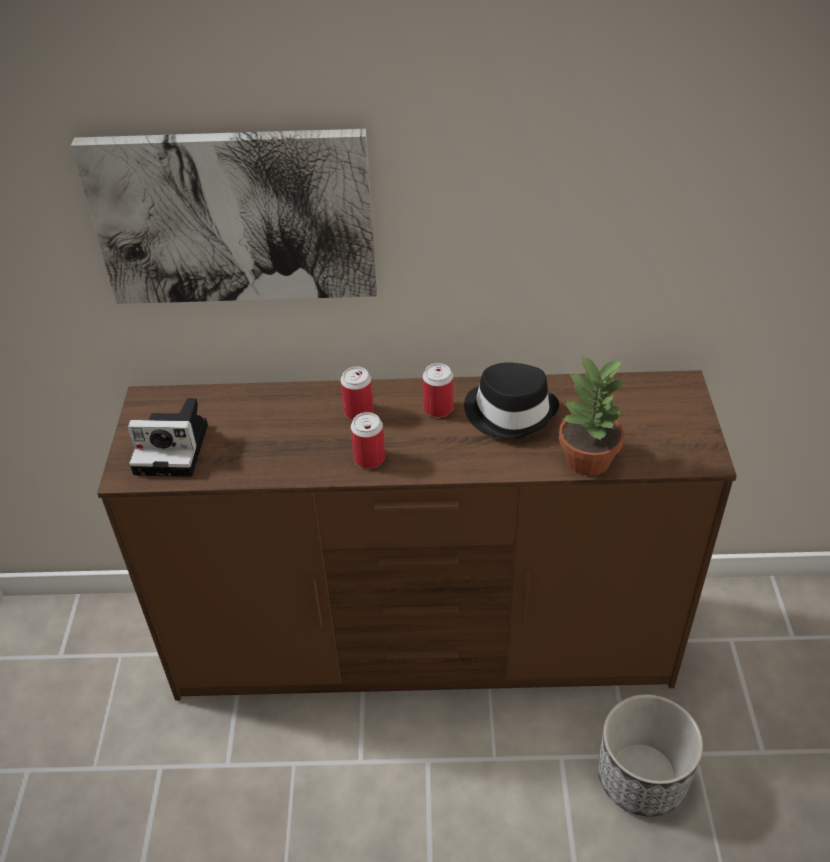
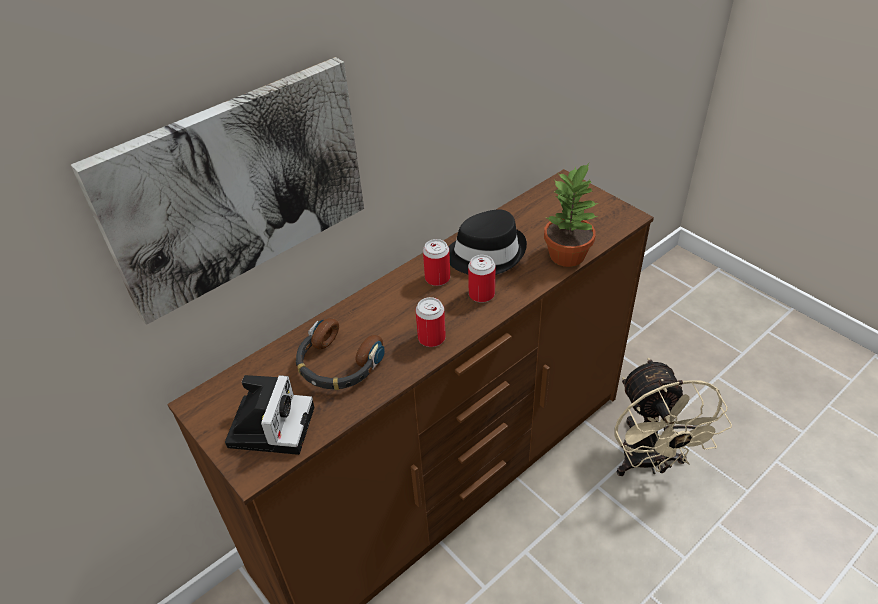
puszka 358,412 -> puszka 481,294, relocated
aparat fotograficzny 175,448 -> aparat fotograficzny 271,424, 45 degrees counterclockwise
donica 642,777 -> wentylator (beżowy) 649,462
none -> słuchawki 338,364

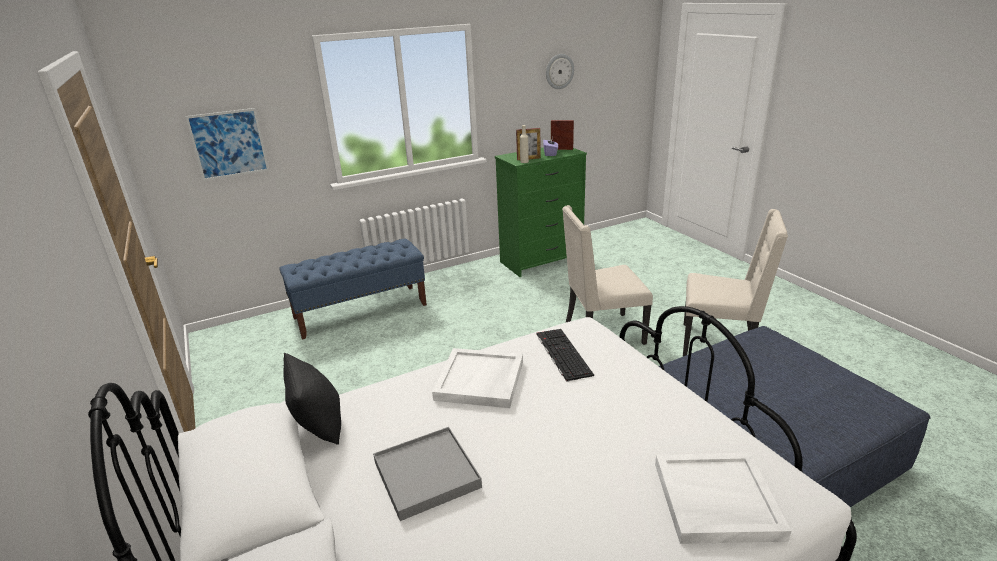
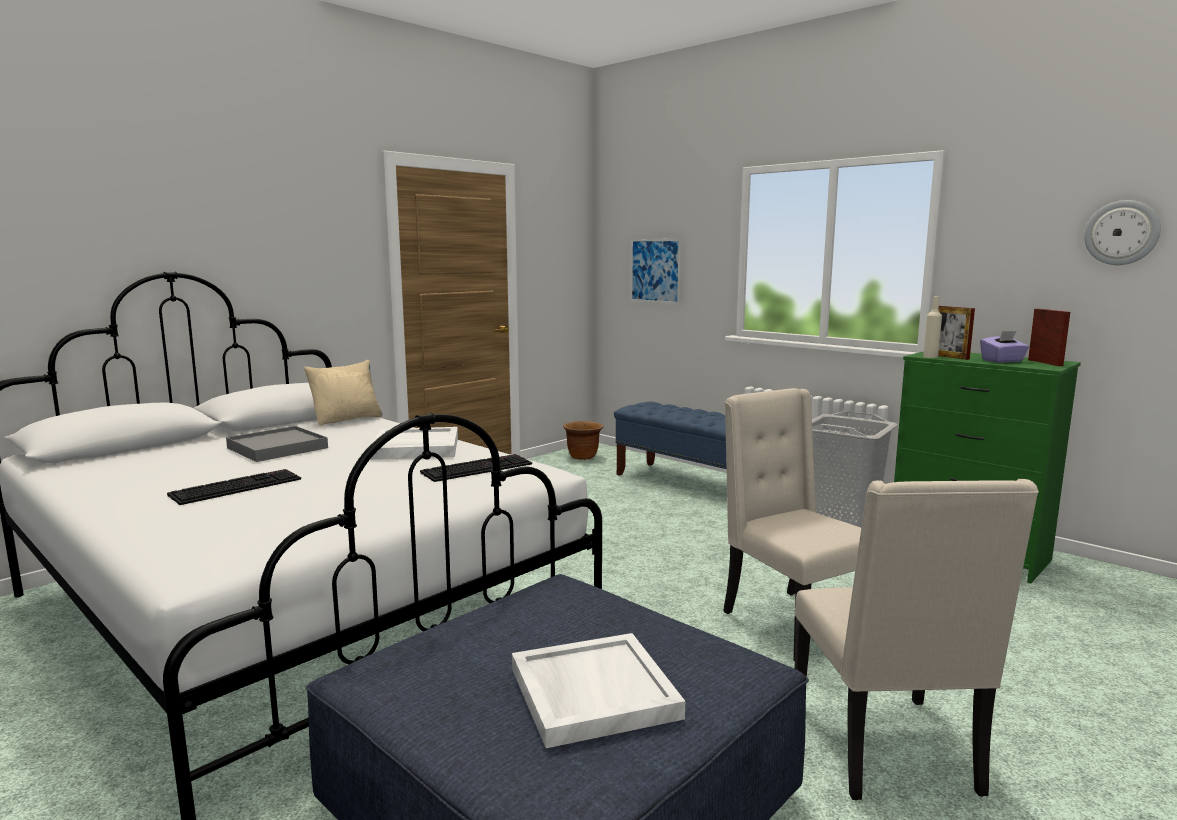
poduszka (czarny) 319,424 -> poduszka (beżowy) 347,419
taca (biały) 715,501 -> taca (biały) 591,692, relocated
none -> kosz na pranie (szary) 842,518
none -> donica (brązowy) 583,456
none -> klawiatura 237,486

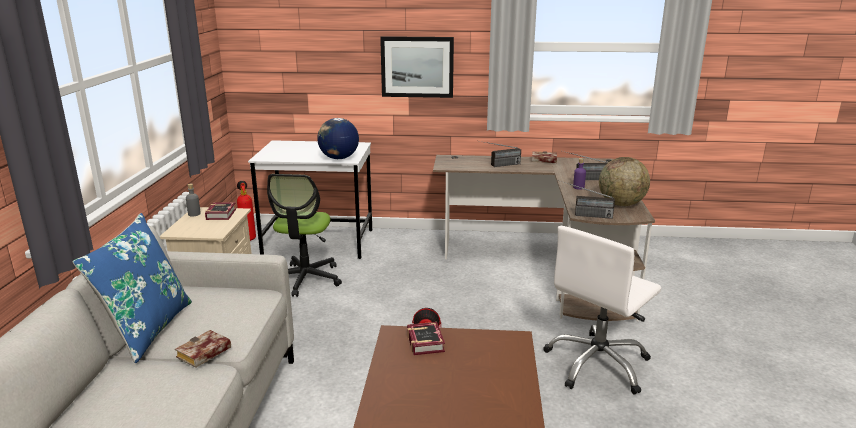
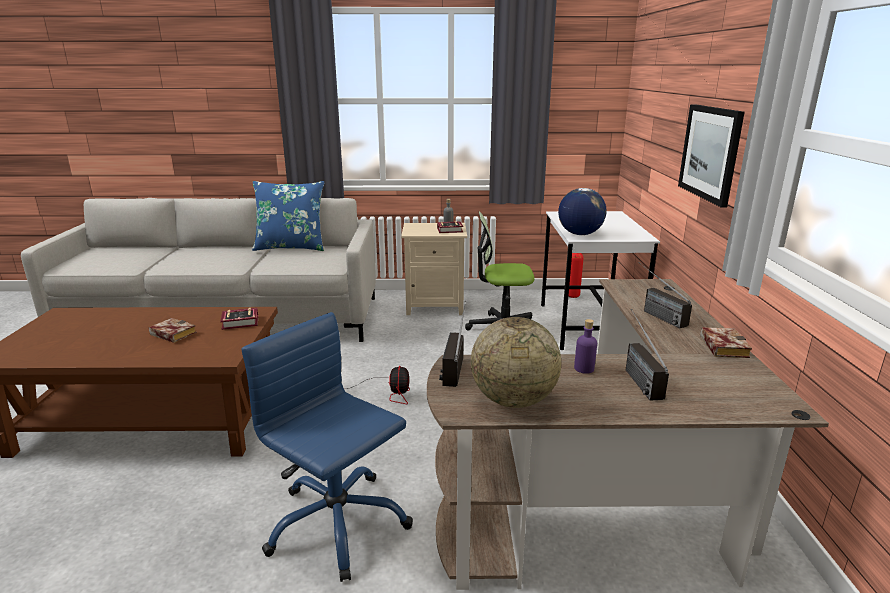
krzesło biurowe (biały) 597,364 -> krzesło biurowe (niebieski) 337,523
książka 203,354 -> książka 171,334, relocated

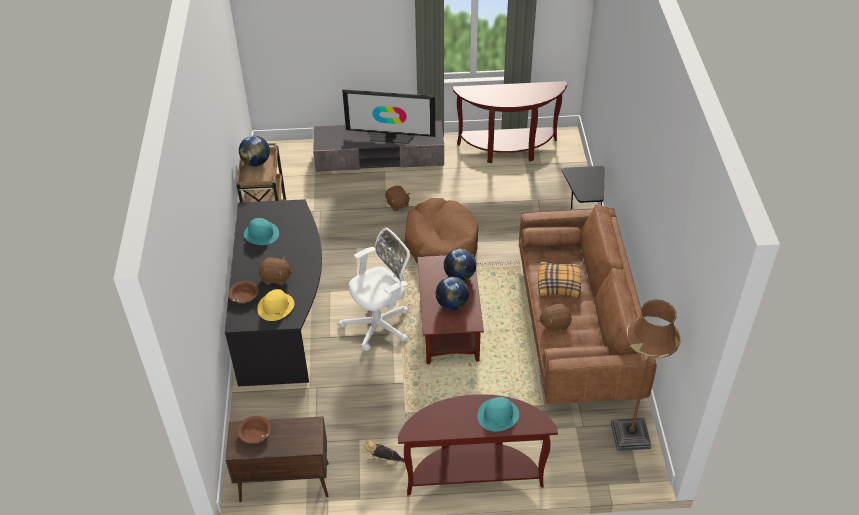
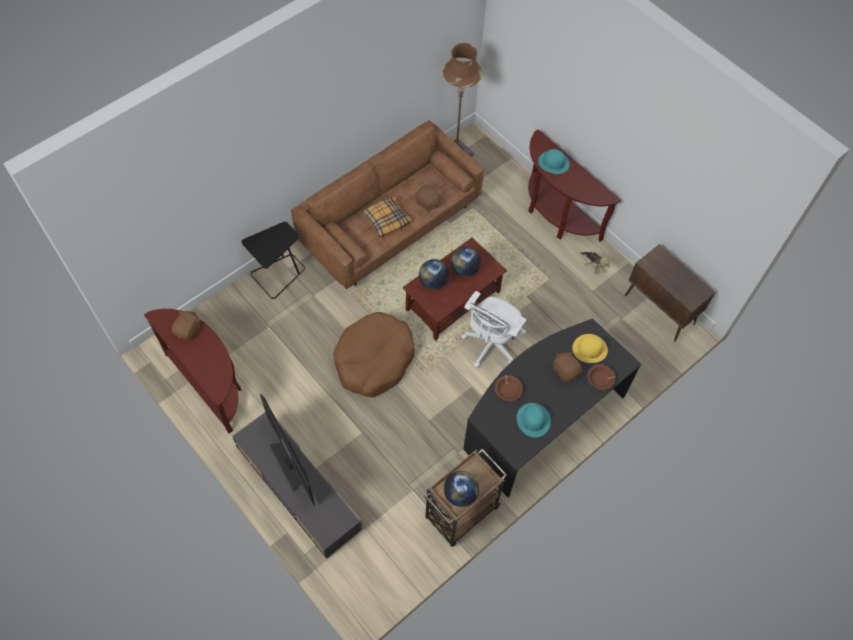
pluszak (brązowy) 397,204 -> pluszak (brązowy) 188,330, relocated
krzesło biurowe (biały) 380,324 -> krzesło biurowe (biały) 491,345, 75 degrees counterclockwise
miska (brązowy) 255,433 -> miska (brązowy) 508,390, relocated

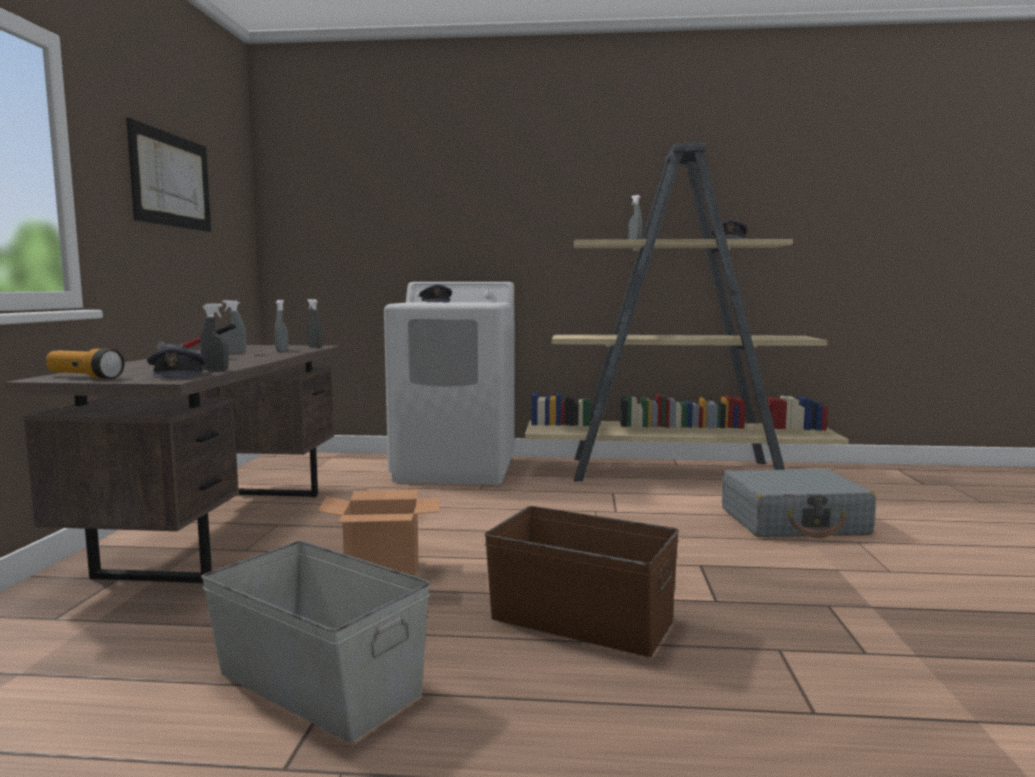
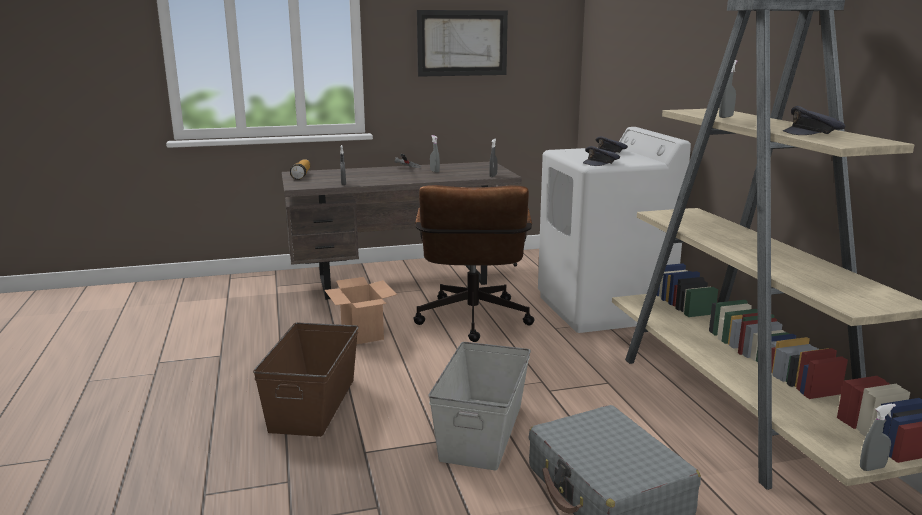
spryskiwacz (szary) 282,351 -> spryskiwacz (szary) 872,468, relocated
czapka z daszkiem (szary) 178,374 -> czapka z daszkiem (szary) 601,163, relocated
pojemnik do przechowywania (szary) 318,684 -> pojemnik do przechowywania (szary) 481,432, relocated
none -> krzesło biurowe (brązowy) 472,322

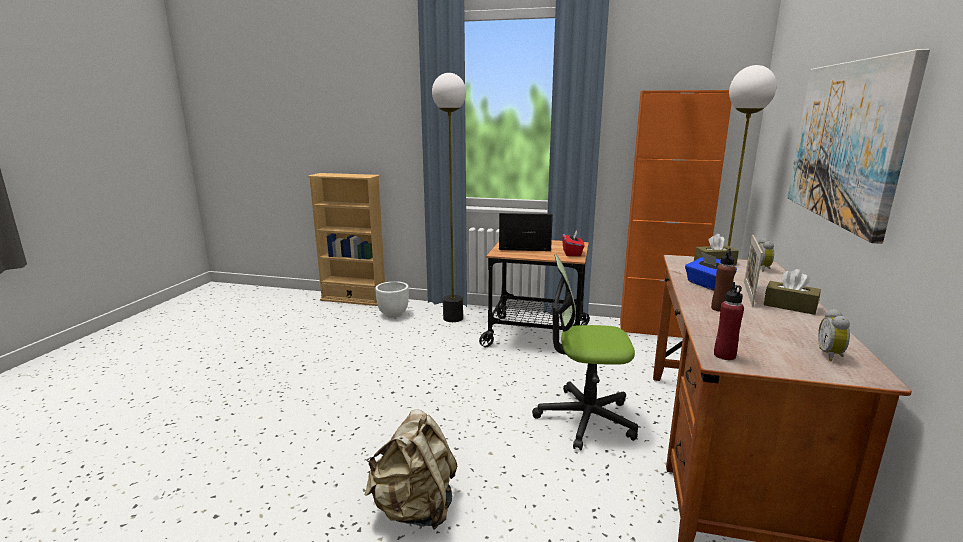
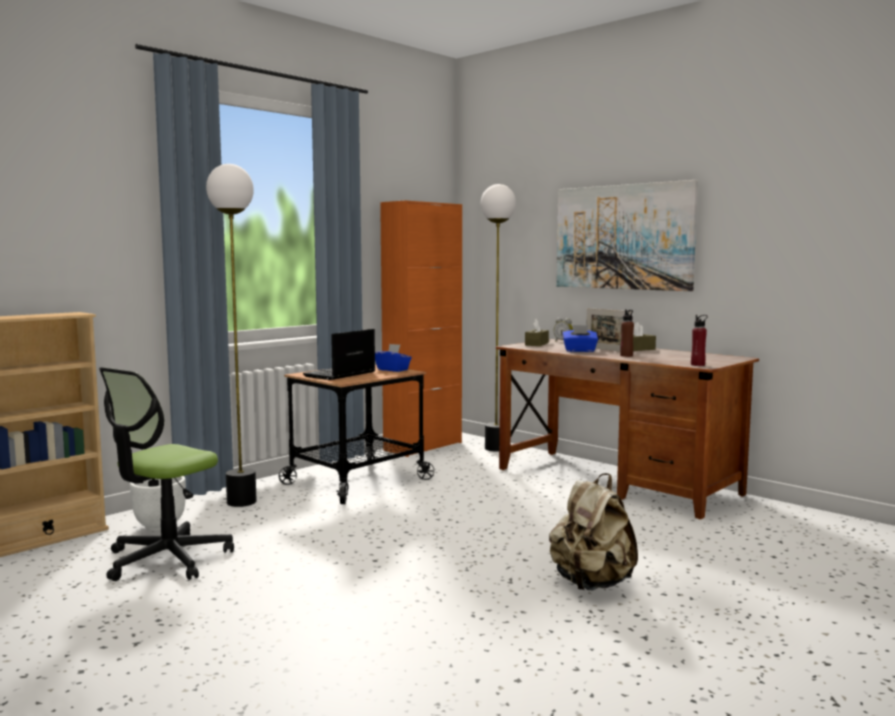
pudełko chusteczek (czerwony) 572,253 -> pudełko chusteczek (niebieski) 393,370
krzesło biurowe 585,418 -> krzesło biurowe 167,559, relocated
budzik 831,355 -> none

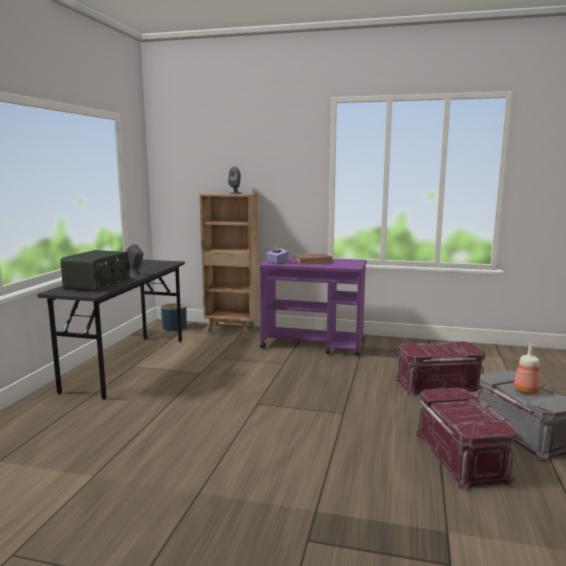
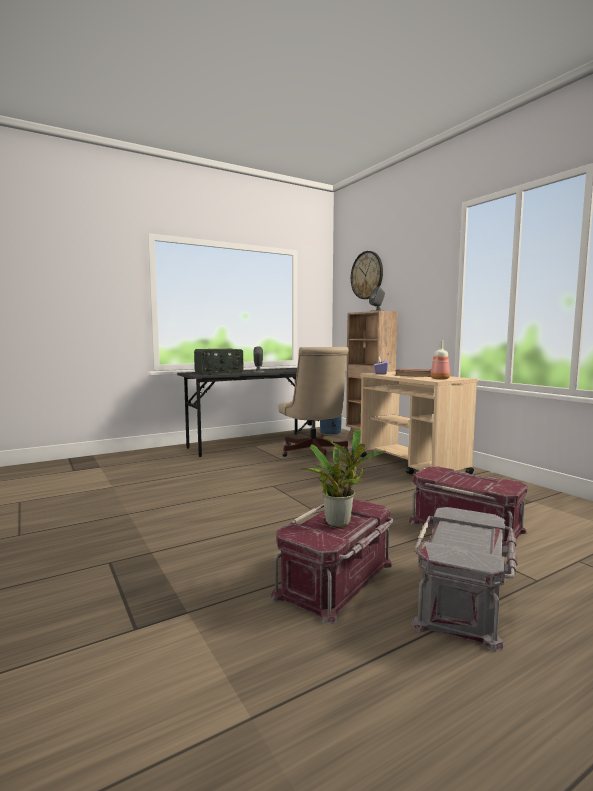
wózek (fioletowy) 313,344 -> wózek (beżowy) 413,465
butelka 525,390 -> butelka 440,379, relocated
none -> zegar ścienny 367,275
none -> krzesło biurowe (beżowy) 313,453
none -> roślina doniczkowa 340,522

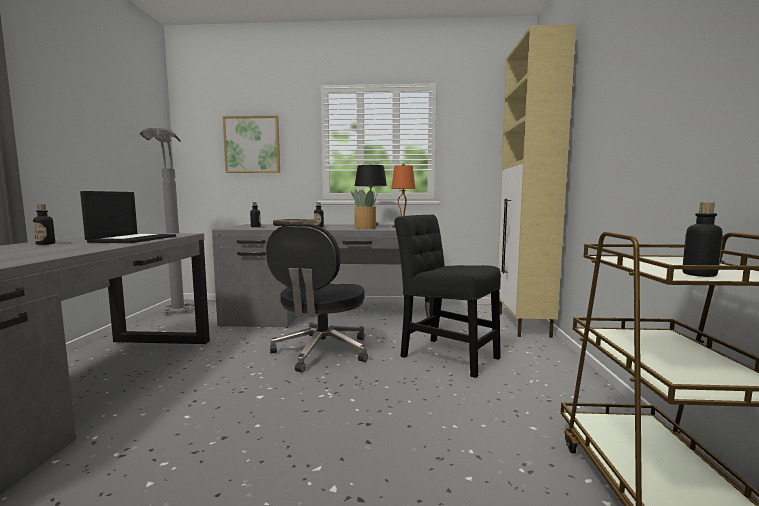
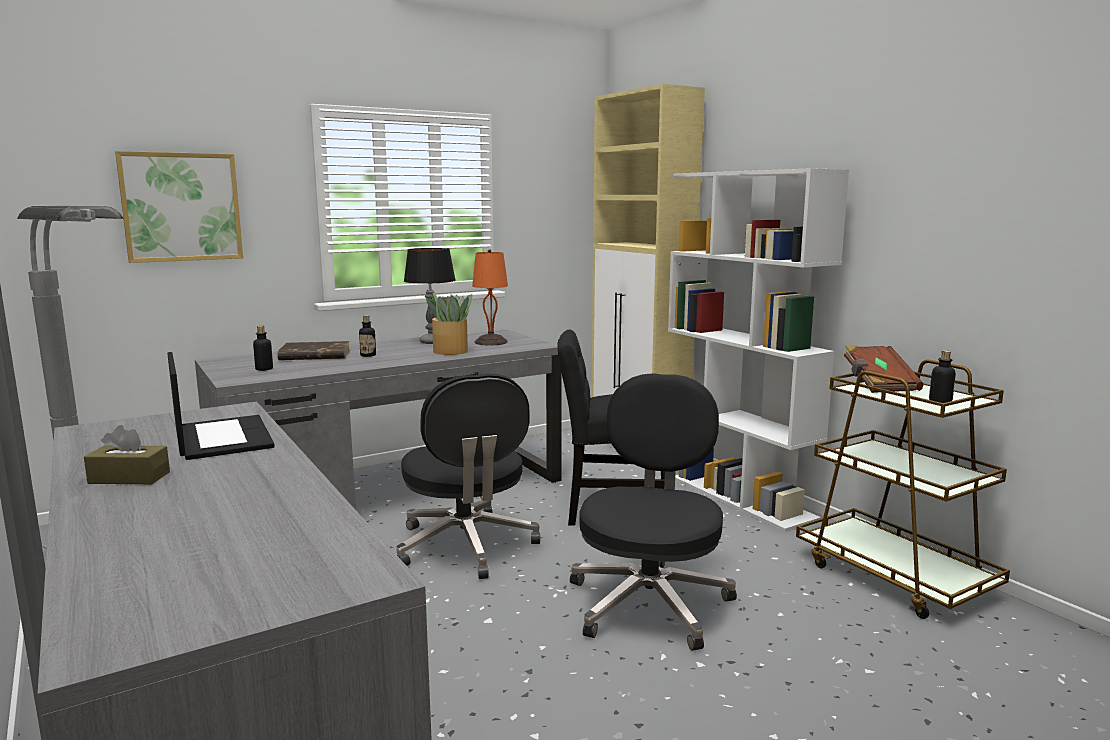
butelka 45,244 -> pudełko chusteczek (brązowy) 129,478
none -> regał (biały) 737,496
none -> książka (brązowy) 878,384
none -> krzesło biurowe (czarny) 649,602

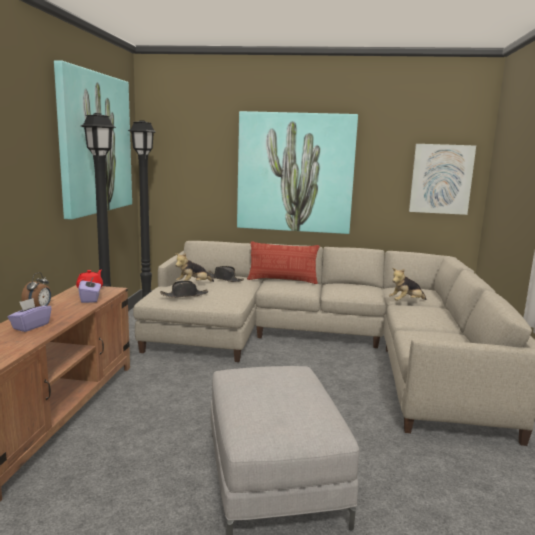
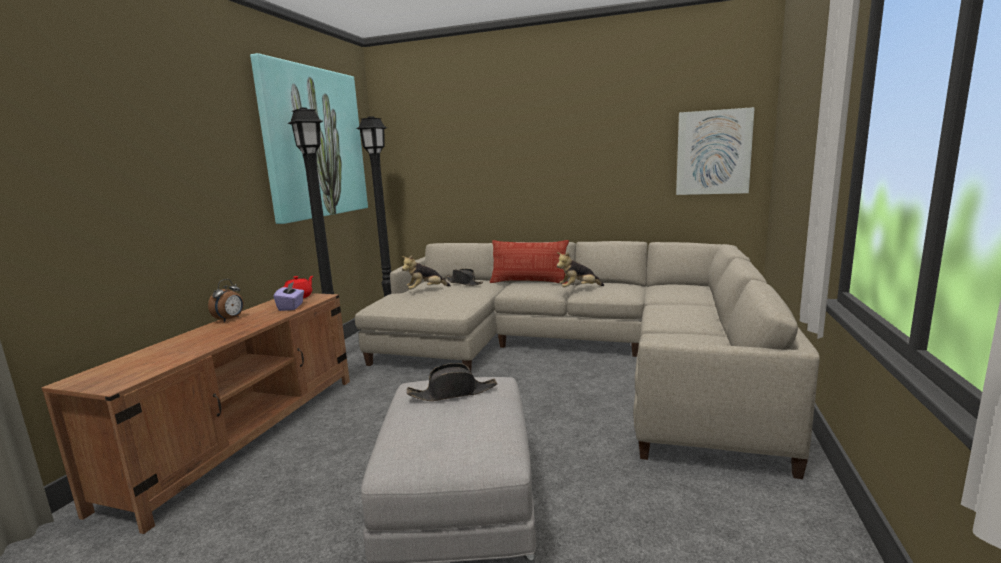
obraz 295,173 -> none
pluszak 406,302 -> pluszak 578,289, relocated
kapelusz (czarny) 184,295 -> kapelusz (czarny) 453,393, relocated
pudełko chusteczek (fioletowy) 30,326 -> none

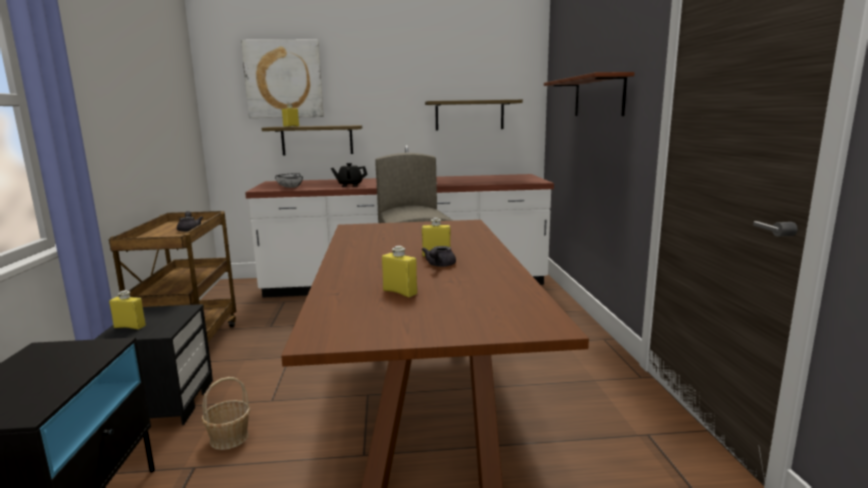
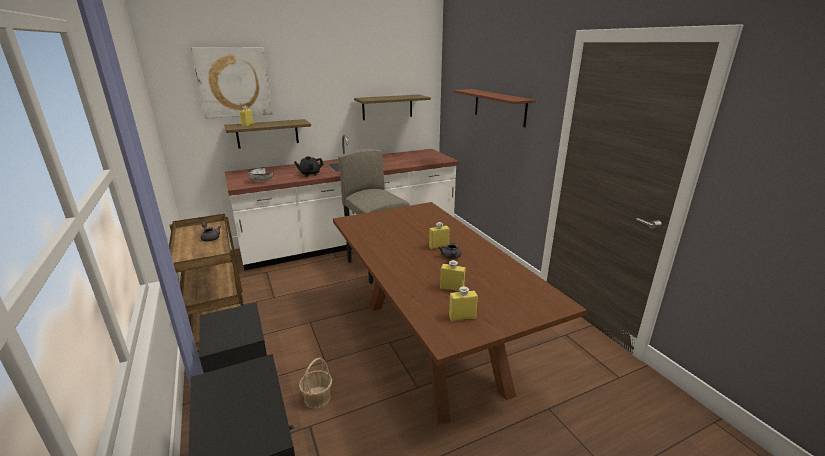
butelka (żółty) 130,327 -> butelka (żółty) 462,317, relocated

